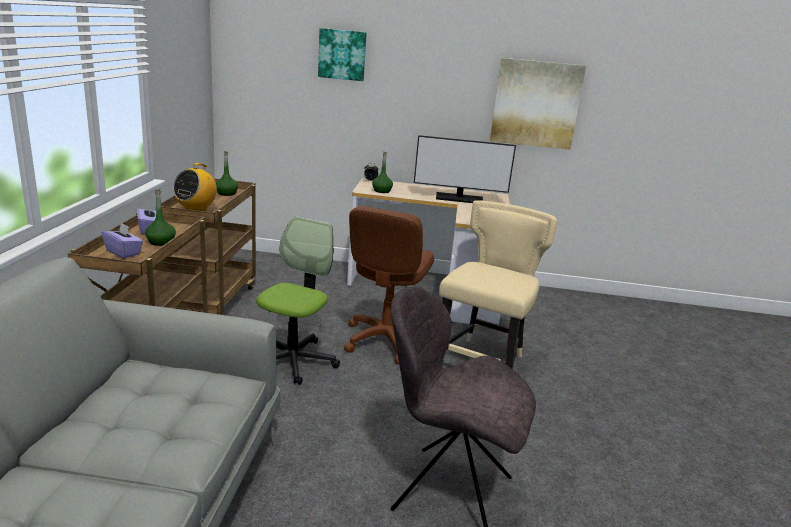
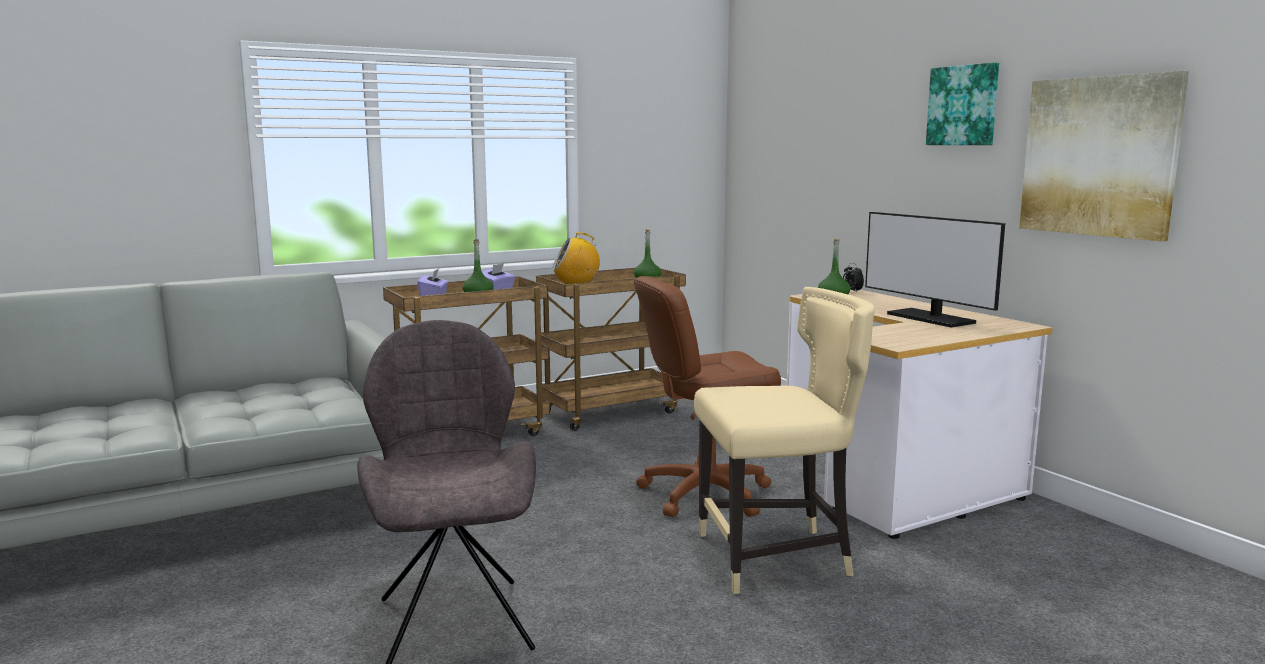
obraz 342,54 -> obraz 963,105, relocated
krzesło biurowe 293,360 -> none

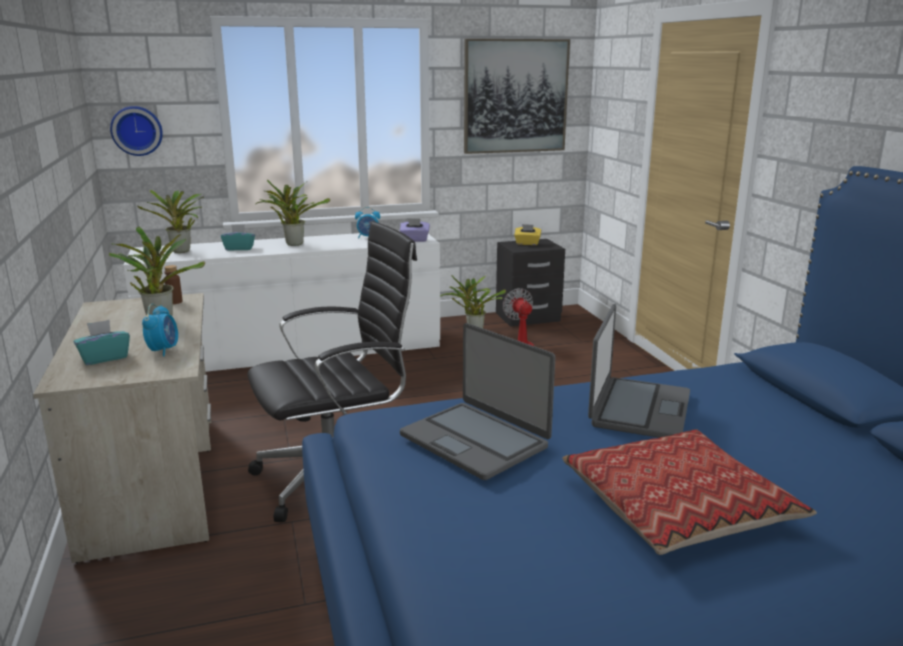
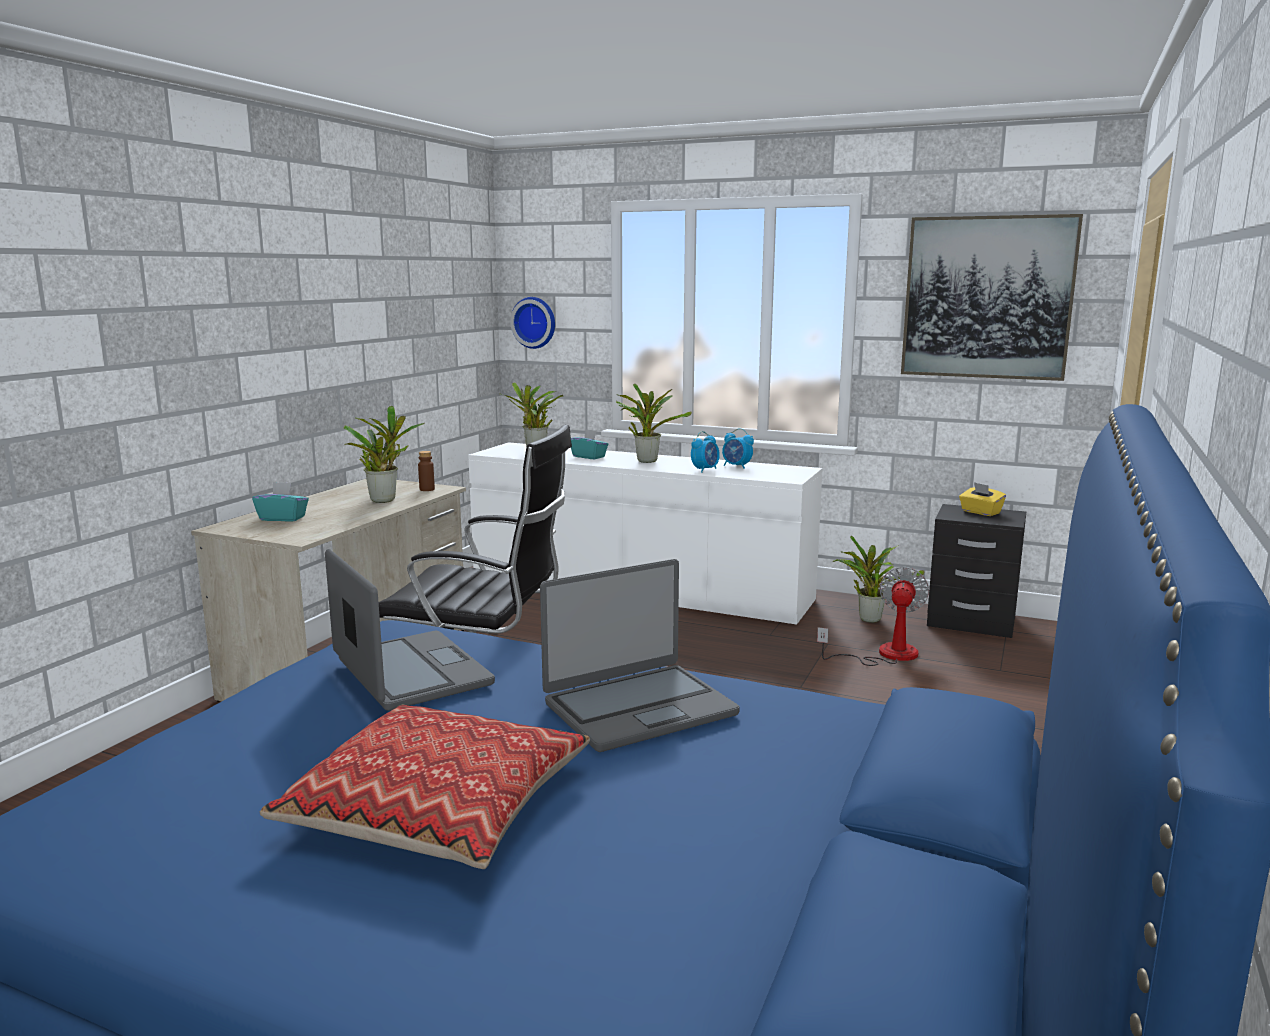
pudełko chusteczek (fioletowy) 414,240 -> none
budzik 163,350 -> budzik 705,470, relocated
laptop 475,440 -> laptop 410,673, 150 degrees clockwise

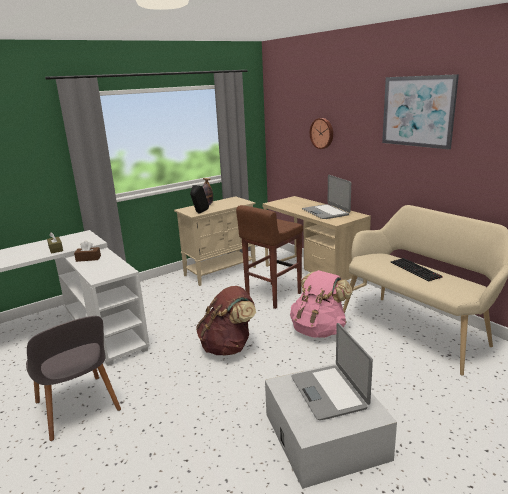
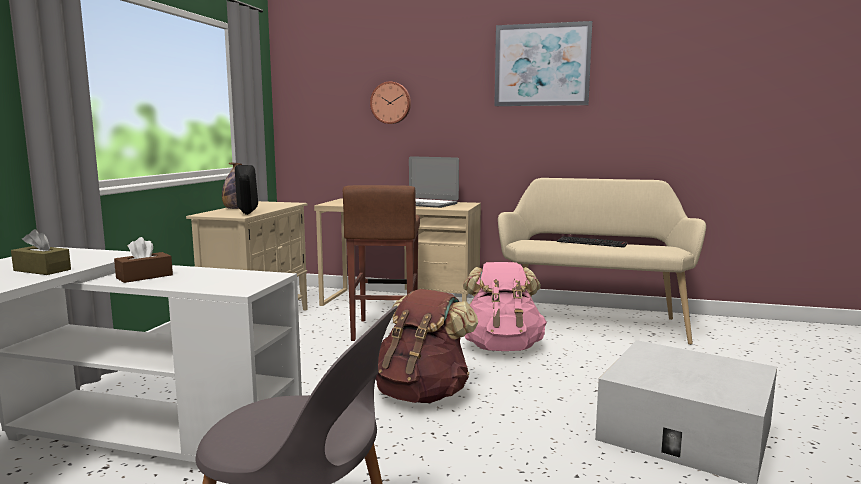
laptop 329,392 -> none

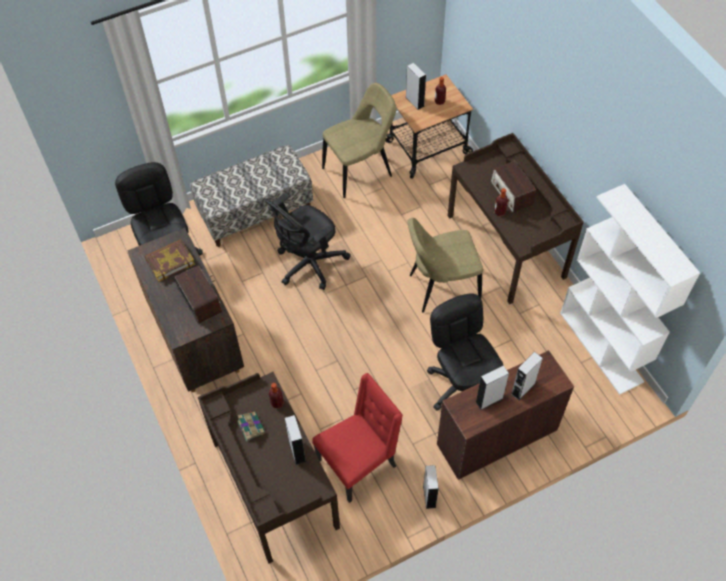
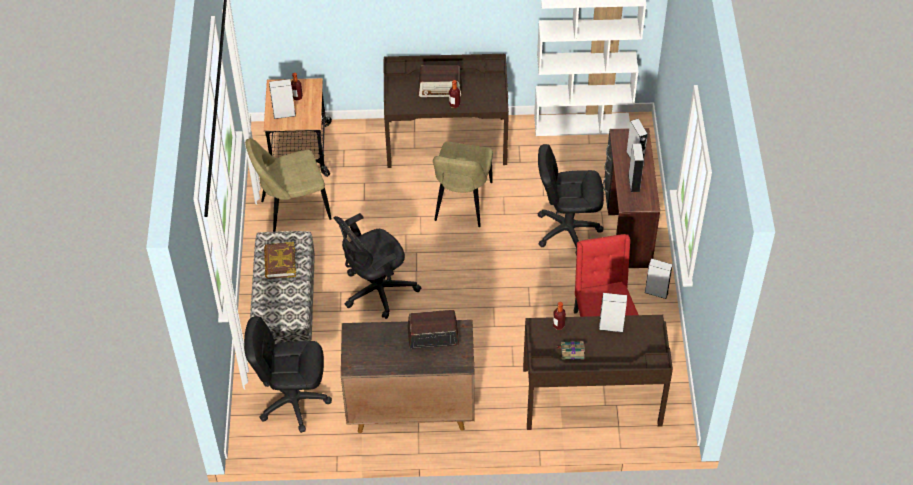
krzesło (beżowy) 360,171 -> krzesło (beżowy) 292,211, 105 degrees counterclockwise
krzesło biurowe (czarny) 308,264 -> krzesło biurowe (czarny) 376,291, 75 degrees clockwise
książka 170,261 -> książka 280,263, relocated

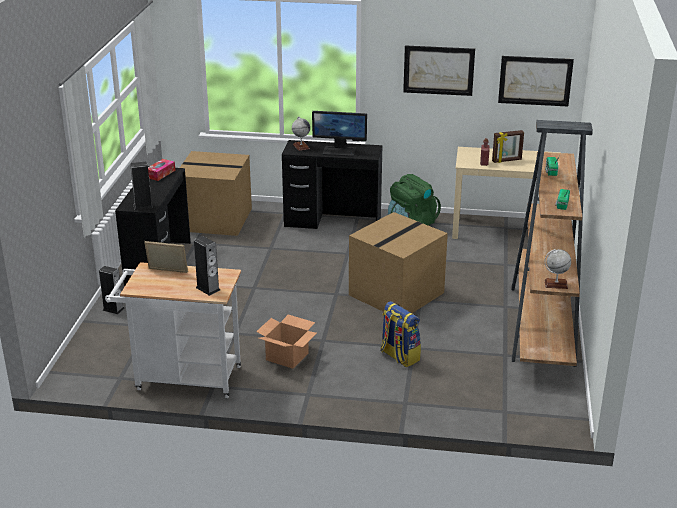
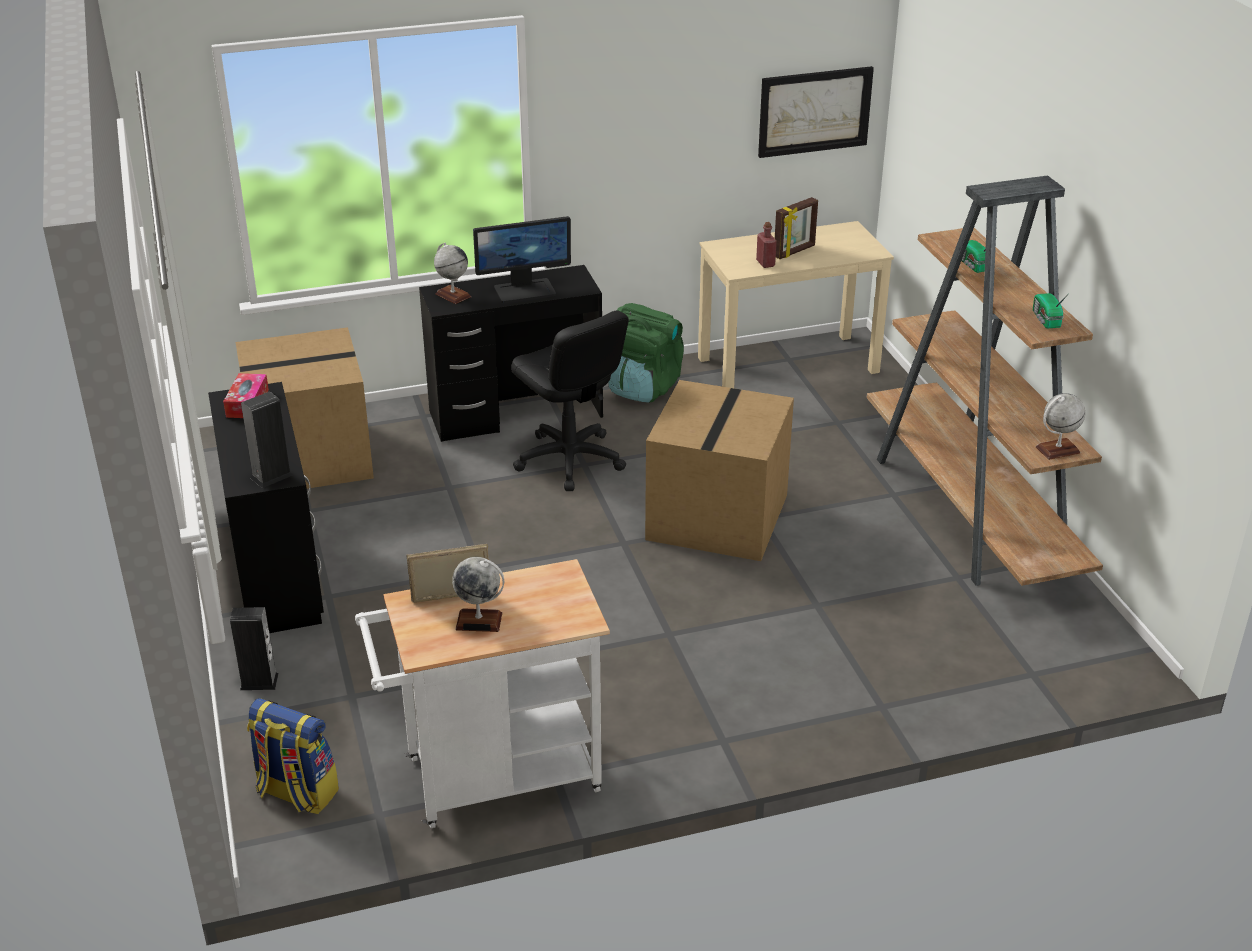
obraz 438,70 -> none
głośnik 208,289 -> none
plecak 399,356 -> plecak 296,793, relocated
karton 286,356 -> none
none -> krzesło biurowe (czarny) 569,460
none -> globus 479,621

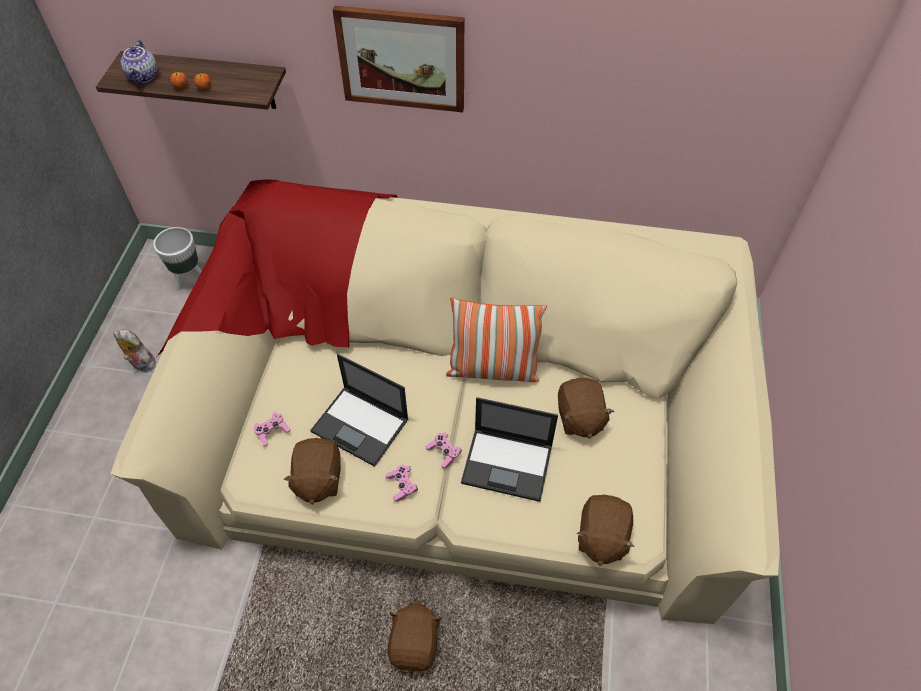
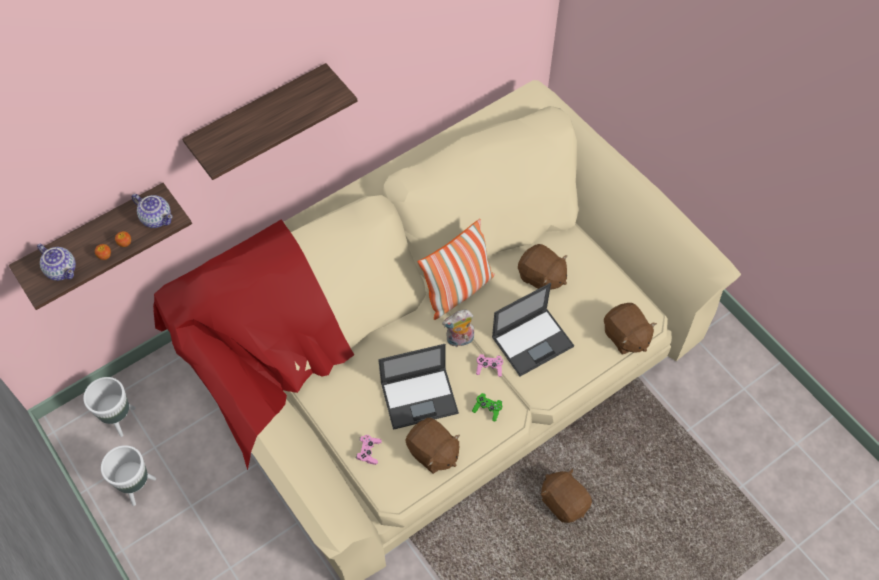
obraz 402,59 -> półka 259,115
pluszak 141,364 -> pluszak 459,340, relocated
pad do gier (różowy) 402,485 -> pad do gier (zielony) 487,409
none -> imbryk 157,218
none -> donica (biały) 137,487

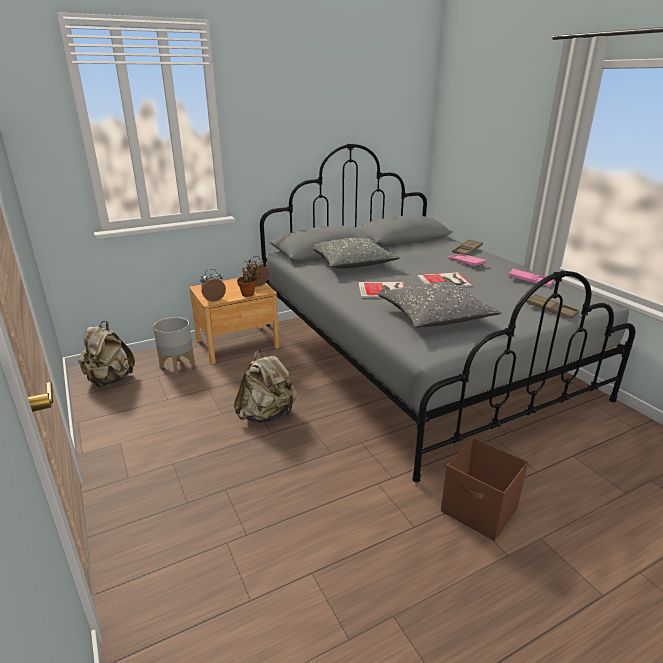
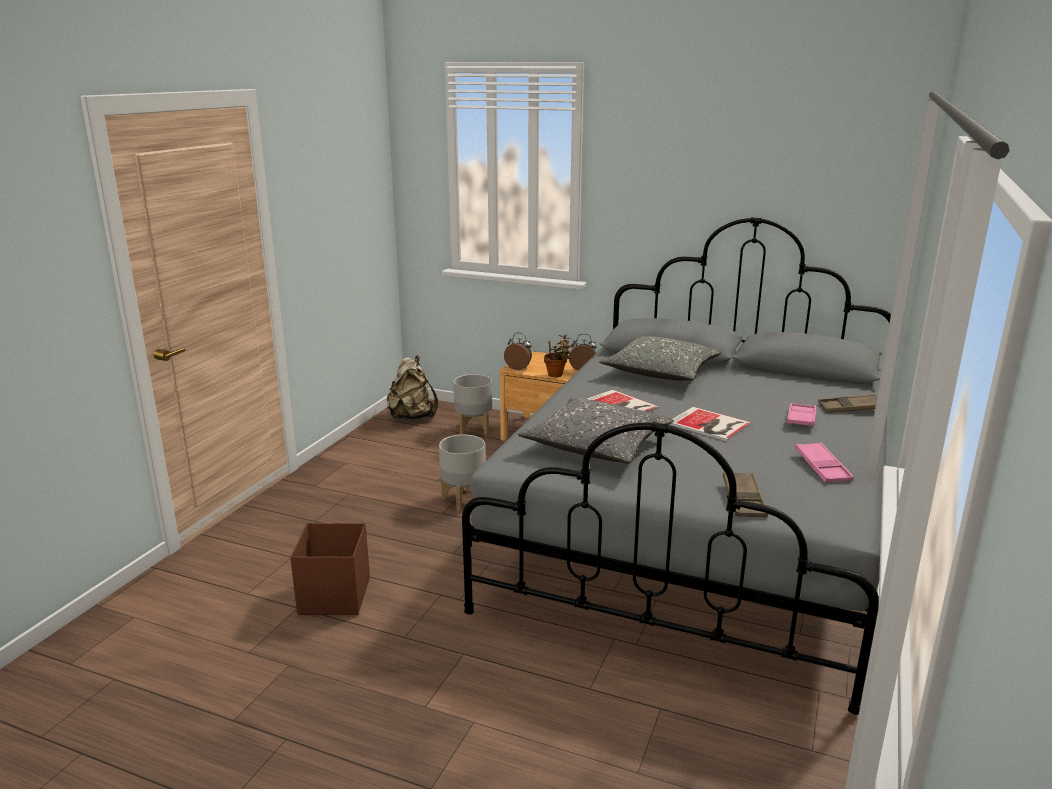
plecak (beżowy) 267,415 -> donica (szary) 464,499
pojemnik do przechowywania (brązowy) 479,511 -> pojemnik do przechowywania (brązowy) 334,597, relocated

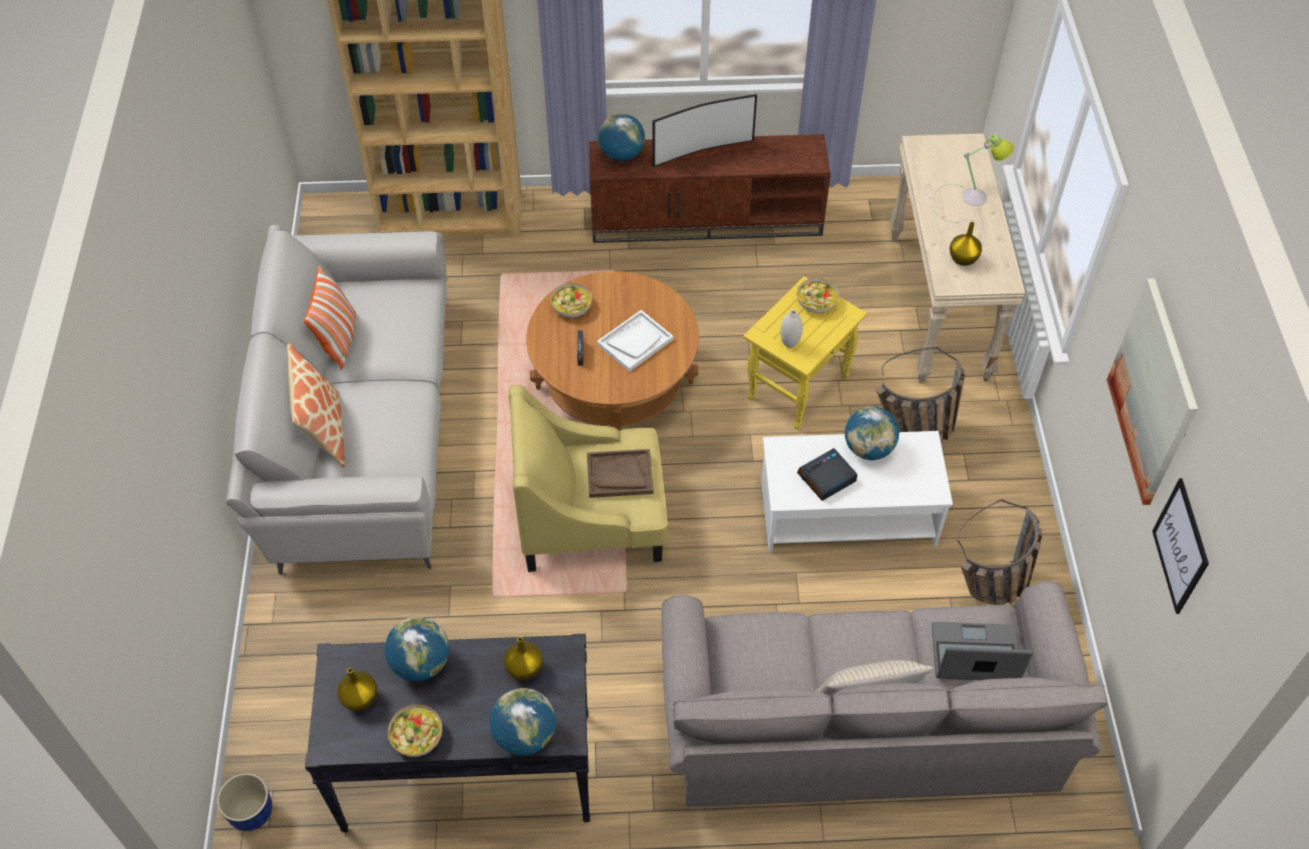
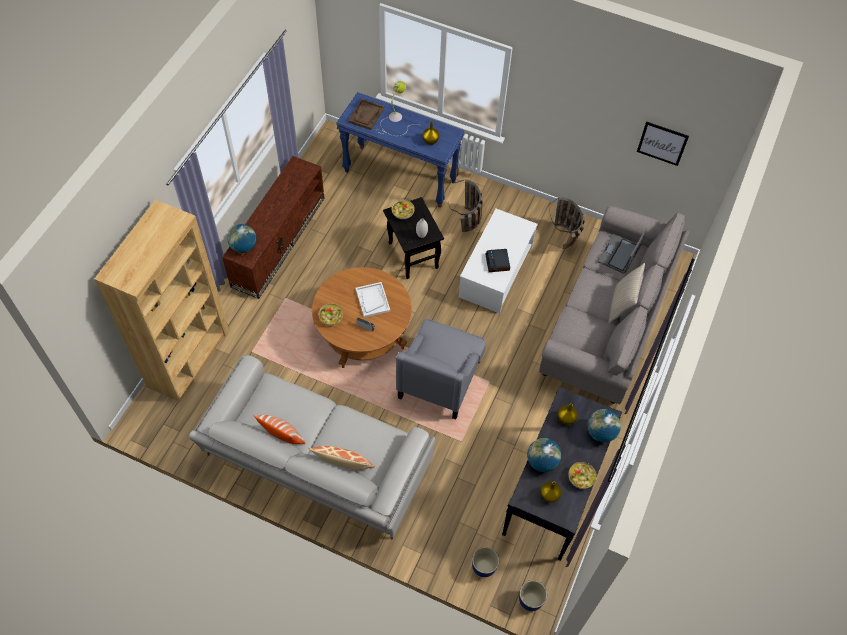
telewizor 701,150 -> none
stolik konsolowy (beżowy) 939,307 -> stolik konsolowy (niebieski) 400,176
stolik (żółty) 798,386 -> stolik (czarny) 412,255
obraz 1153,392 -> none
fotel (żółty) 591,519 -> fotel (szary) 440,378
globus 868,448 -> none
taca (brązowy) 619,475 -> taca (brązowy) 366,115, relocated
none -> donica 483,567

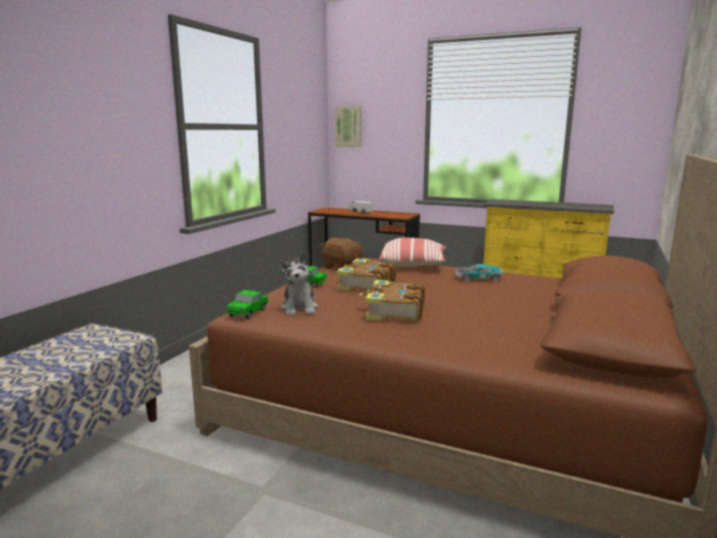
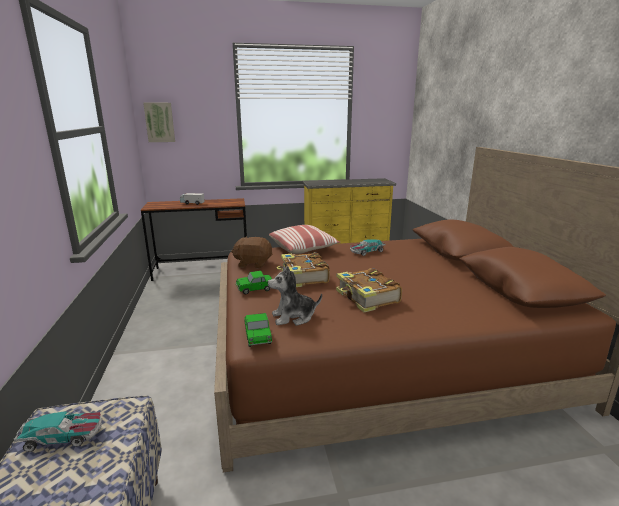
pluszak 299,308 -> pluszak 293,317, 120 degrees clockwise
none -> samochodzik 63,436

